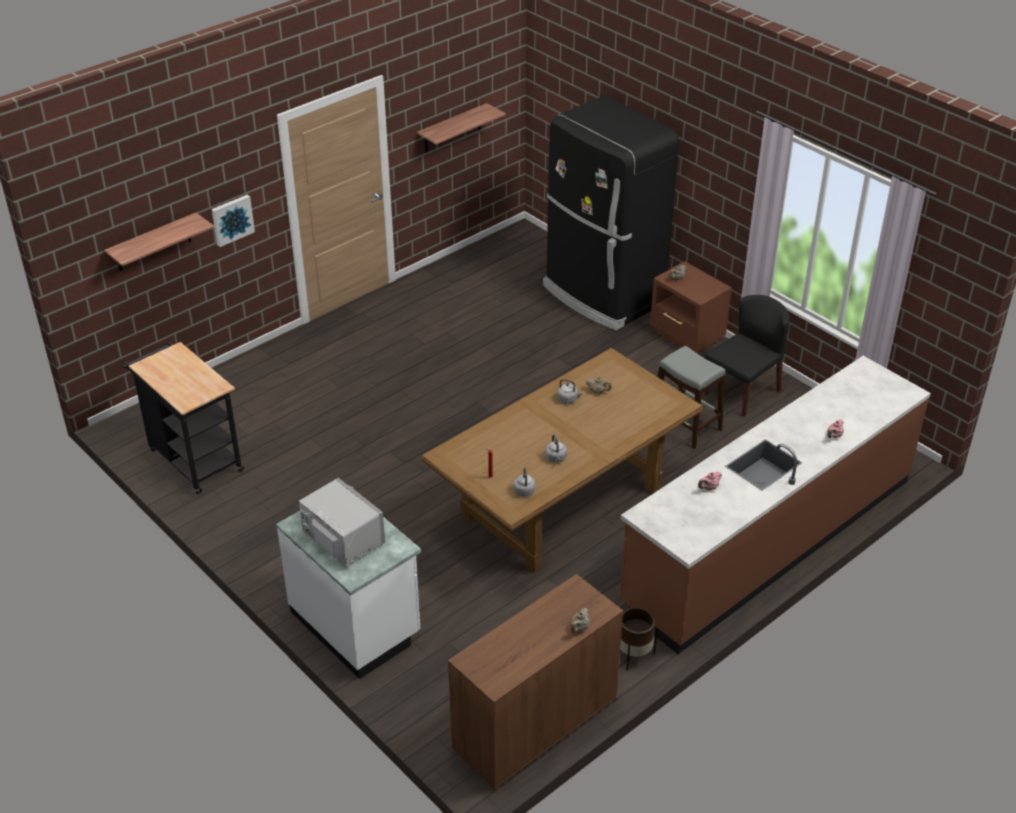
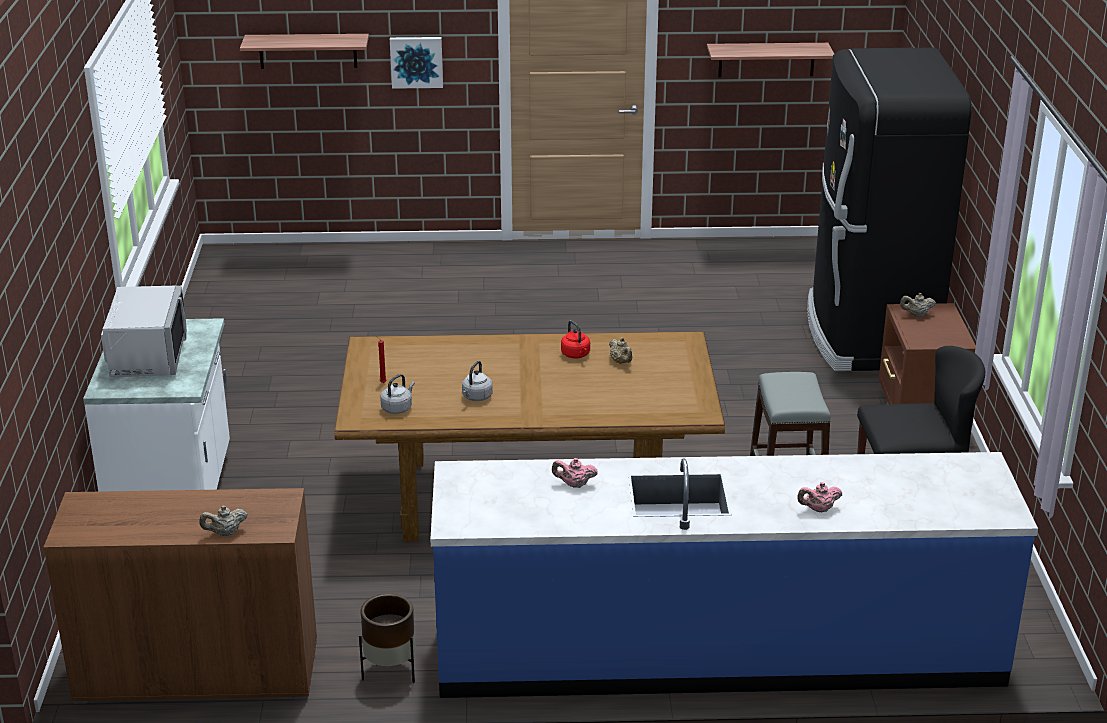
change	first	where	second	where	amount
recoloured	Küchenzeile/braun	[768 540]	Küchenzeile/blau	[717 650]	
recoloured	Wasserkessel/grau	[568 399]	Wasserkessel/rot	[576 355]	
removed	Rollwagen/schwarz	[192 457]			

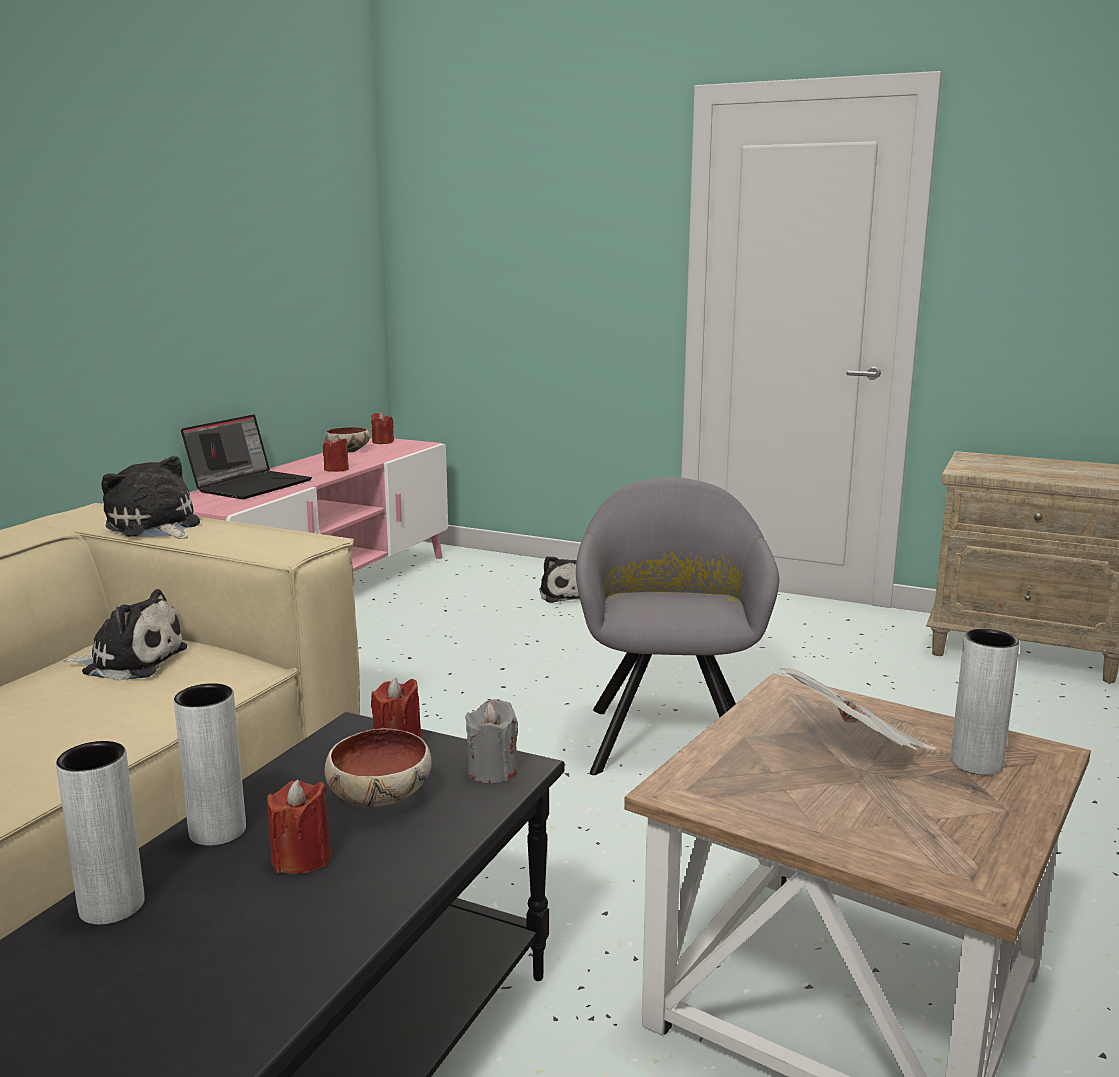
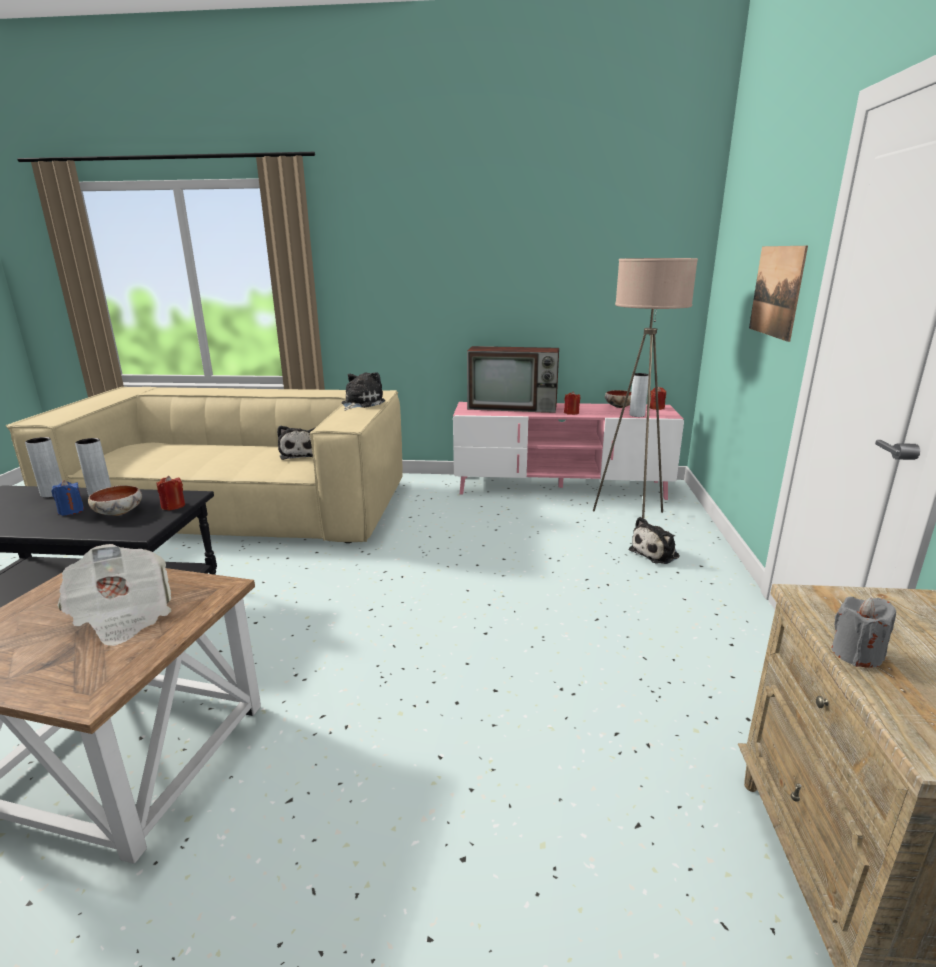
change	first	where	second	where	amount
recoloured	Kerze/rot	[301 858]	Kerze/blau	[71 511]	
replaced	Laptop	[251 485]	Fernseher	[514 407]	
added			Stehlampe/beige	[631 519]	
moved	Vase/grau	[976 763]		[637 415]	
added			Bild	[776 291]	
moved	Kerze/grau	[492 771]		[856 654]	
removed	Sessel/grau	[669 735]			

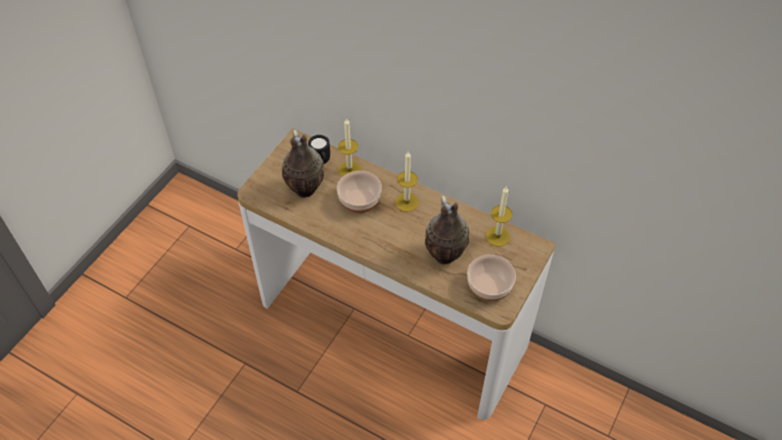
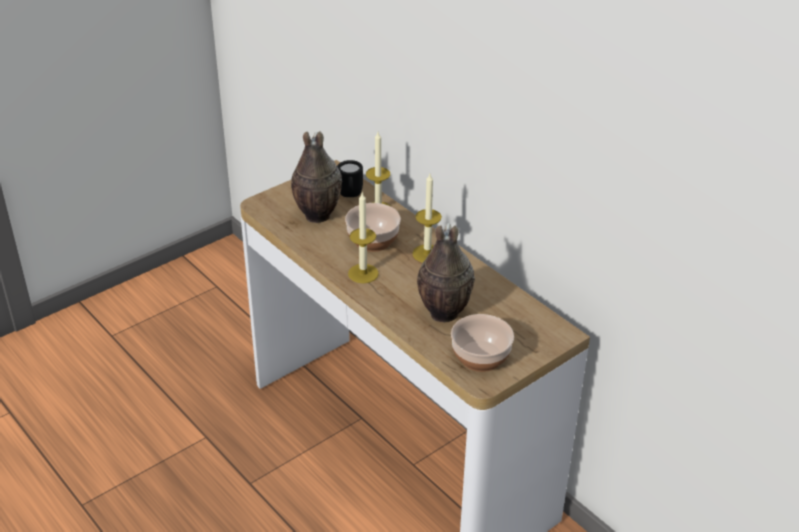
change	first	where	second	where	amount
moved	Kerze	[497 236]		[363 273]	

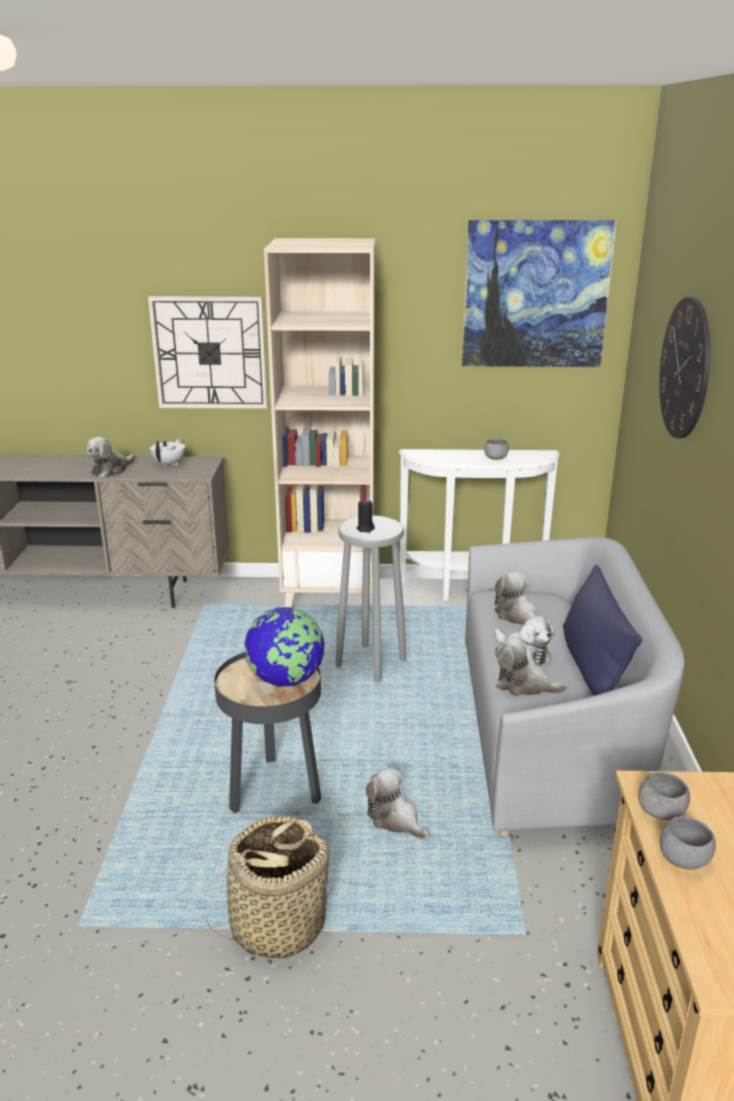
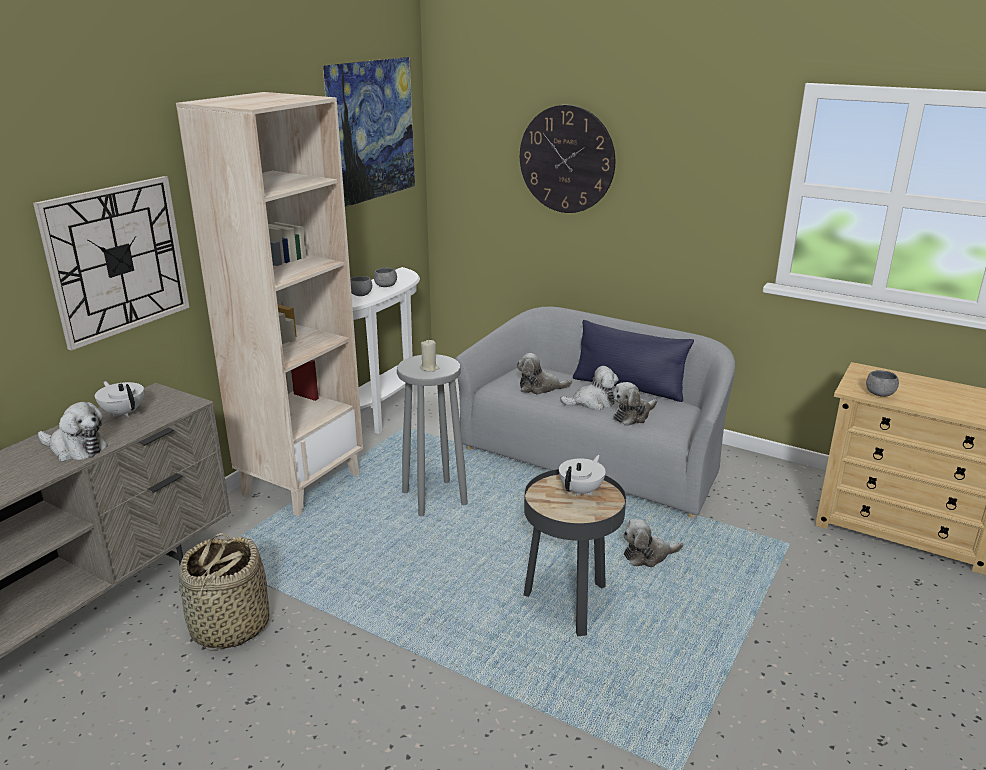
change	first	where	second	where	amount
turned	Plüschtier	[111 470]		[76 449]	45 degrees counterclockwise
moved	Korb	[277 924]		[229 627]	
moved	Schüssel/grau	[684 859]		[361 295]	
recoloured	Kerze/schwarz	[365 529]	Kerze/beige	[429 368]	
replaced	Globus	[286 680]	Teekanne/weiß	[581 490]	

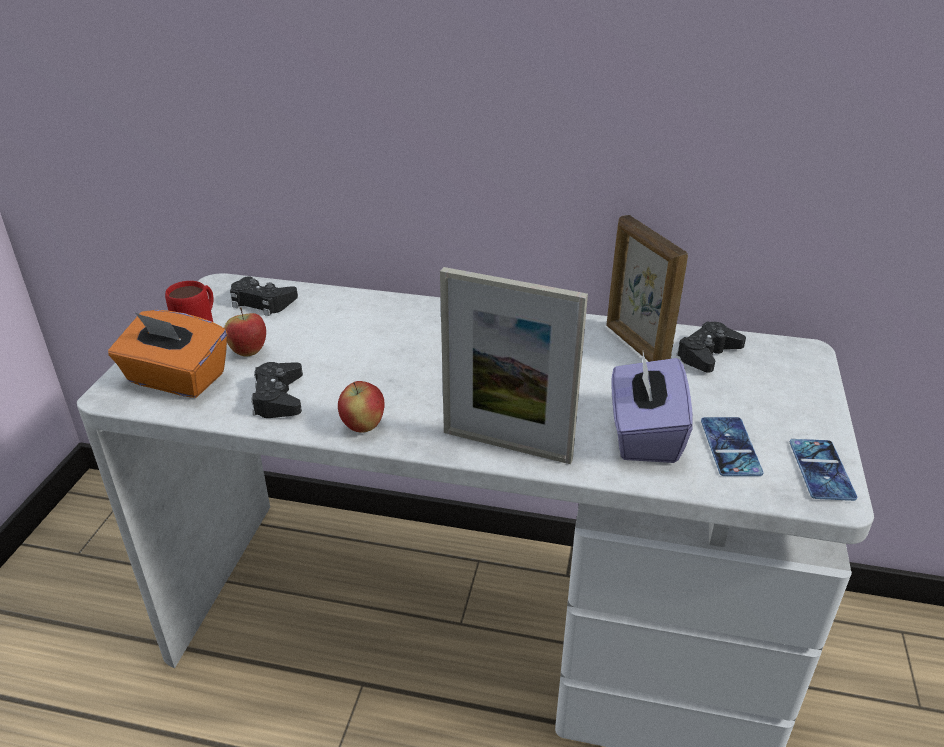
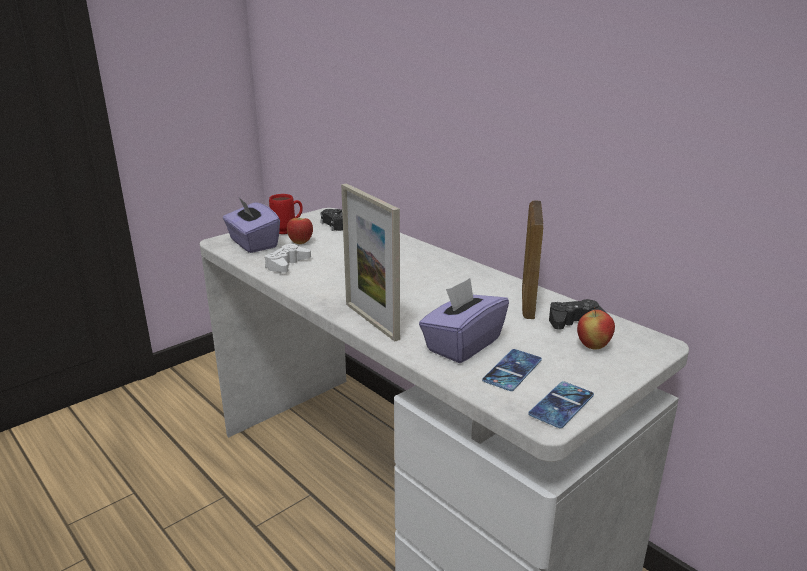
change	first	where	second	where	amount
recoloured	Taschentuchbox/orange	[176 379]	Taschentuchbox/lila	[252 243]	
recoloured	Gamepad/schwarz	[278 398]	Gamepad/weiß	[287 264]	
moved	Apfel	[363 427]		[593 346]	

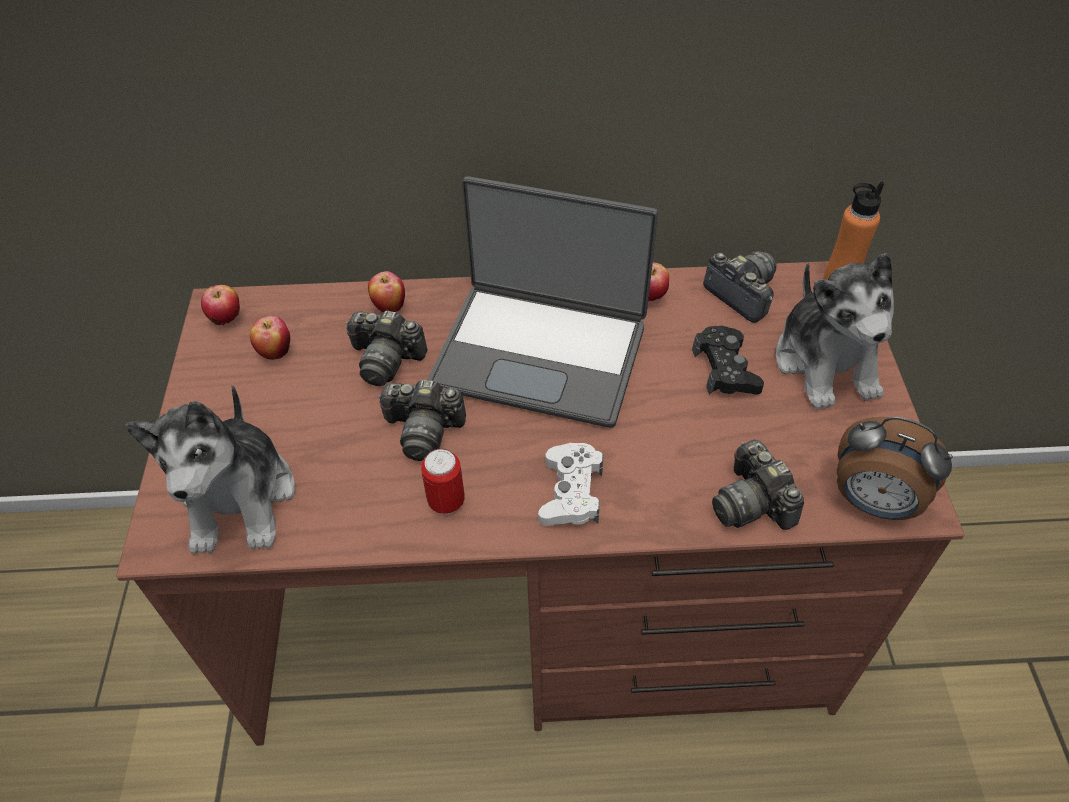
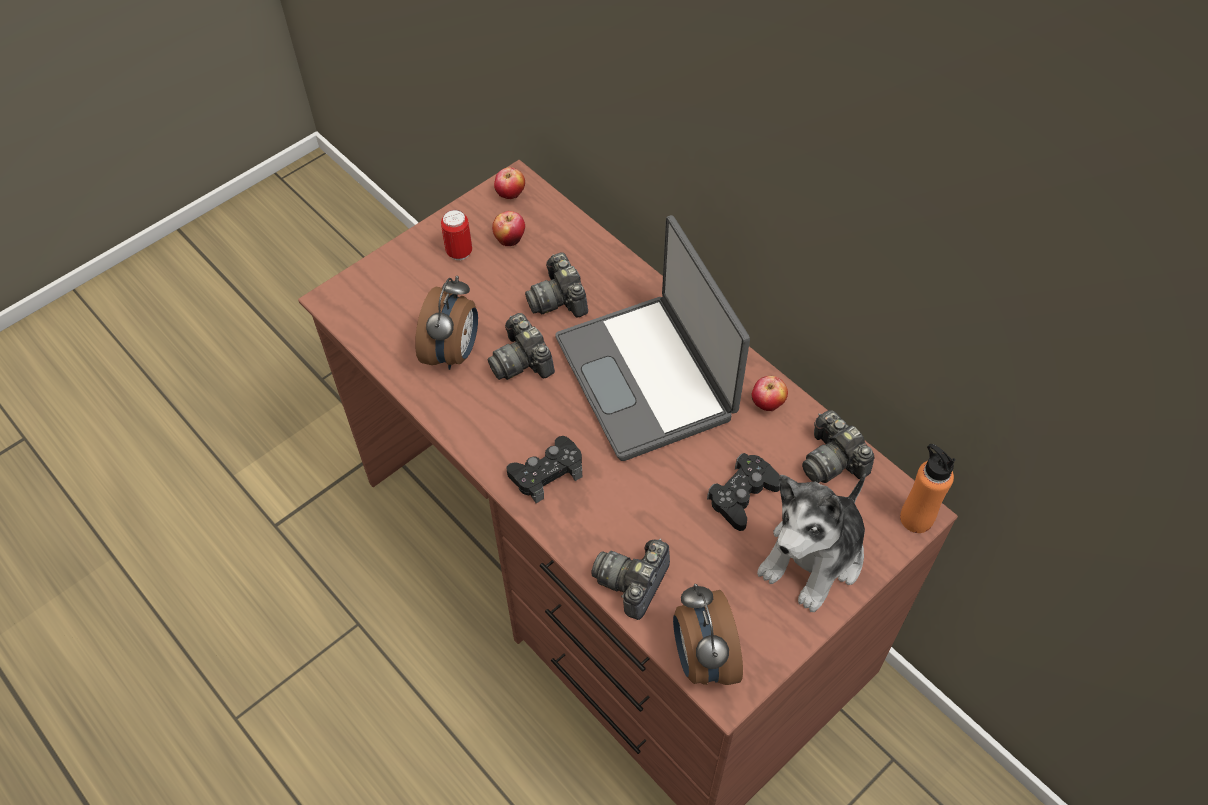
change	first	where	second	where	amount
added			Wecker	[453 352]	
moved	Dose	[446 502]		[459 252]	
recoloured	Gamepad/weiß	[571 492]	Gamepad/schwarz	[547 473]	
turned	Kamera	[742 294]		[832 460]	135 degrees clockwise
removed	Plüschtier	[240 498]			
removed	Apfel	[389 307]			

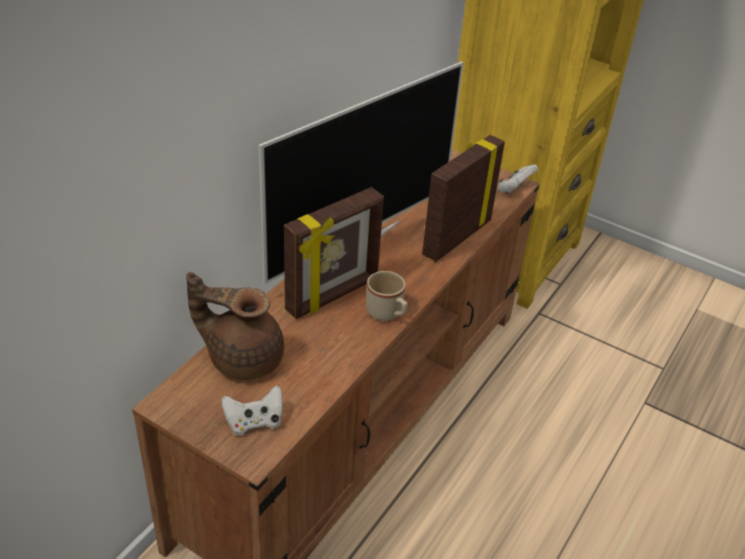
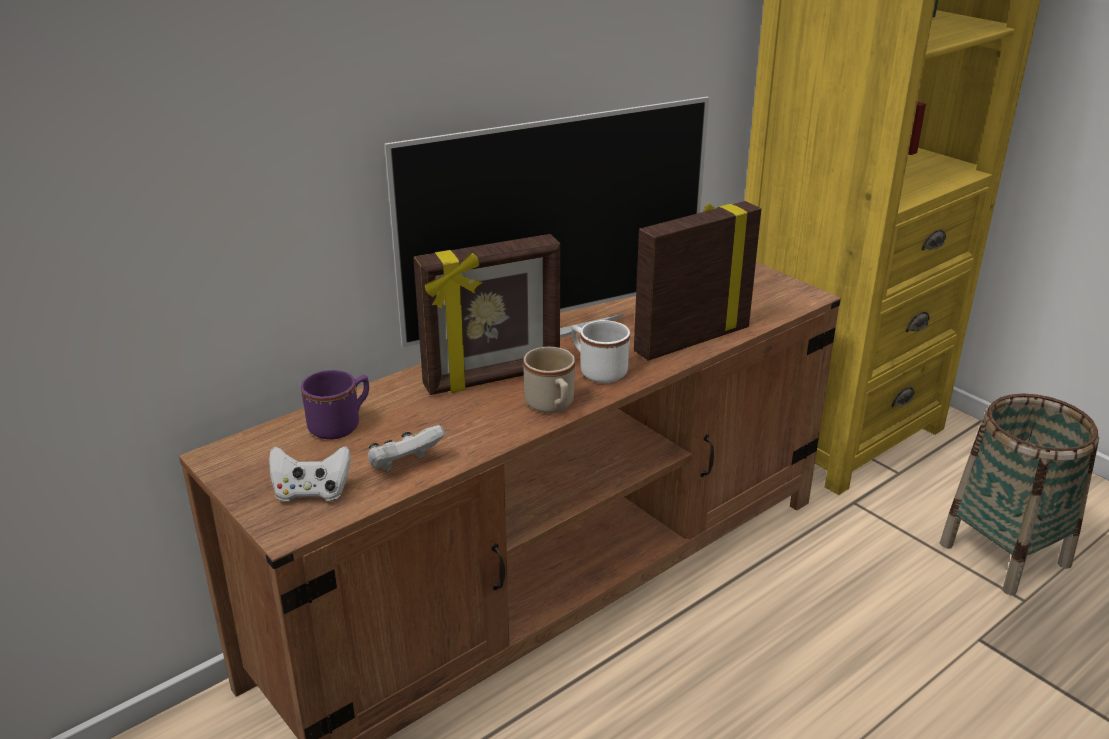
change	first	where	second	where	amount
replaced	Teekanne/braun	[243 357]	Henkelbecher/lila	[341 424]	
moved	Gamepad/weiß	[514 189]		[404 465]	
added			Henkelbecher/weiß	[597 371]	
added			Korb	[1004 554]	

